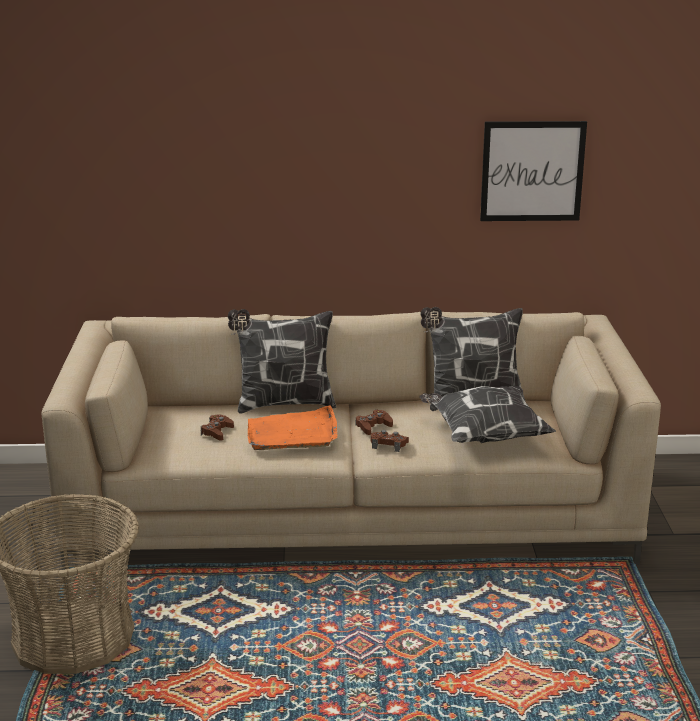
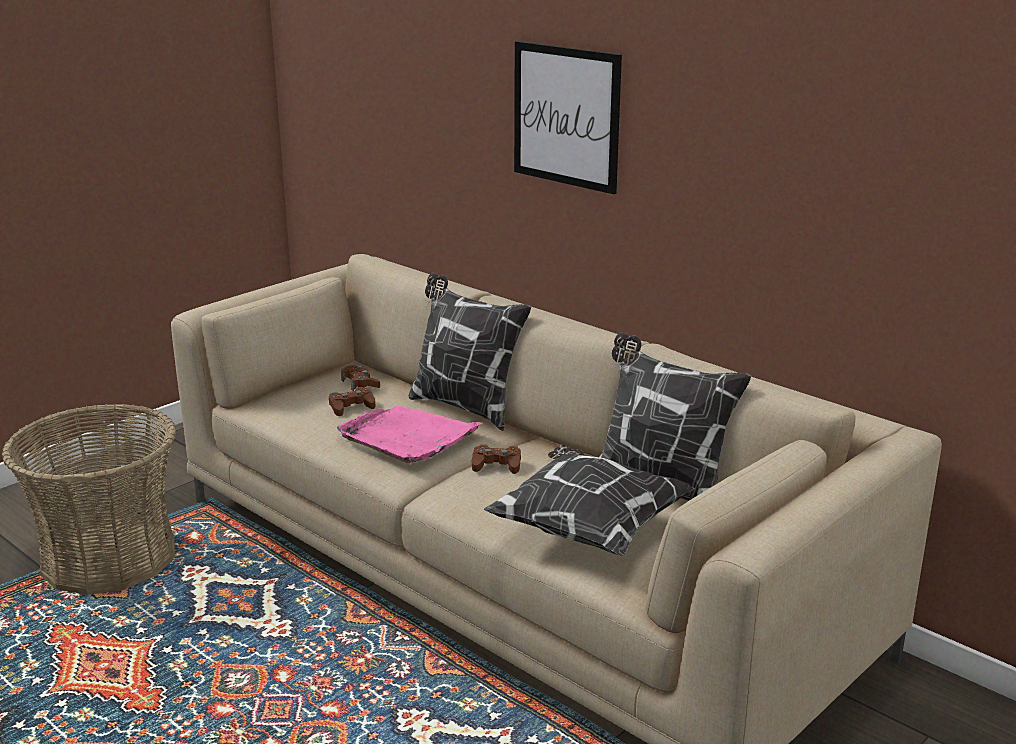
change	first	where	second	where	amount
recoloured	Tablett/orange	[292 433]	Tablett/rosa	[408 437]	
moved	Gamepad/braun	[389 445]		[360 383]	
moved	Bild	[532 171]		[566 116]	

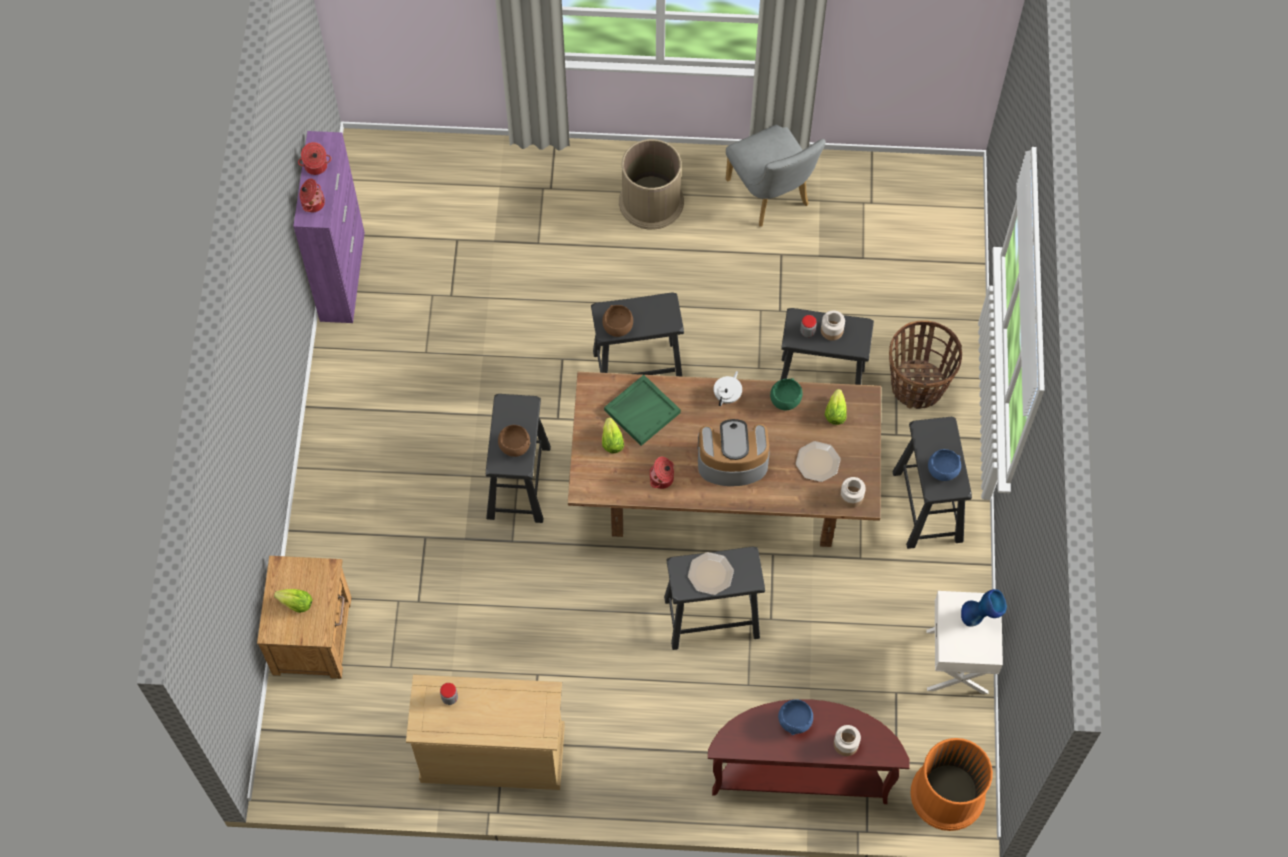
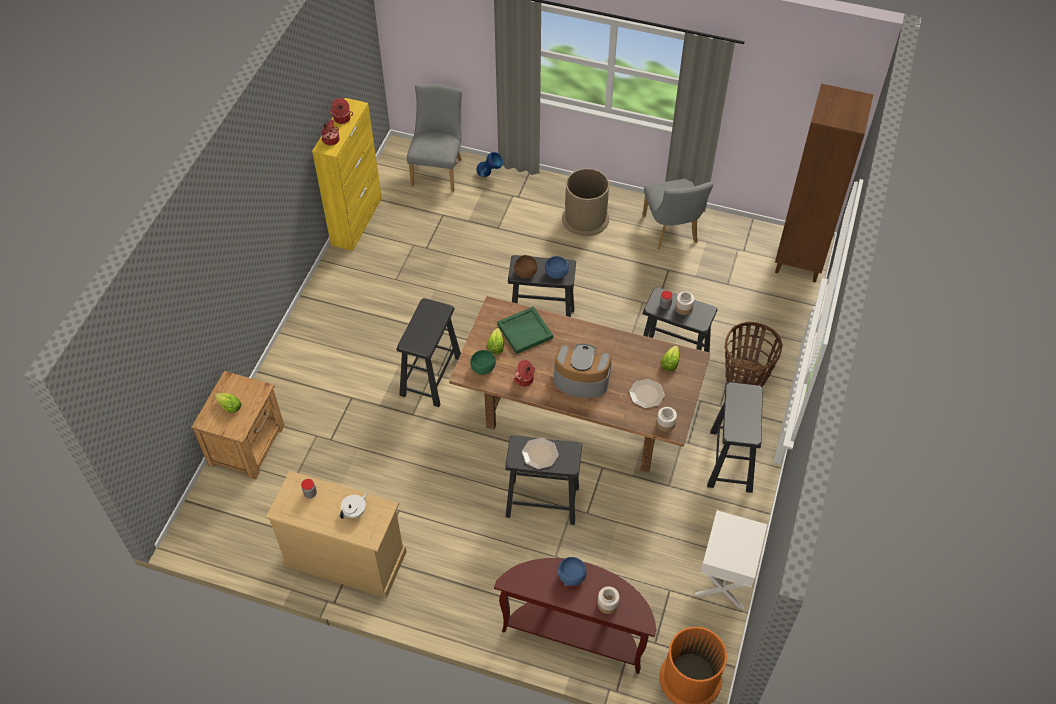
change	first	where	second	where	amount
recoloured	Schrank/lila	[342 276]	Schrank/gelb	[357 221]	
moved	Teekanne/weiß	[727 395]		[355 511]	
added			Stuhl/grau	[438 169]	
moved	Schüssel/grün	[785 401]		[482 368]	
moved	Vase/blau	[980 616]		[490 175]	
moved	Schüssel/blau	[942 471]		[556 274]	
added			Bücherregal/braun	[800 260]	
removed	Schüssel/braun	[514 446]			

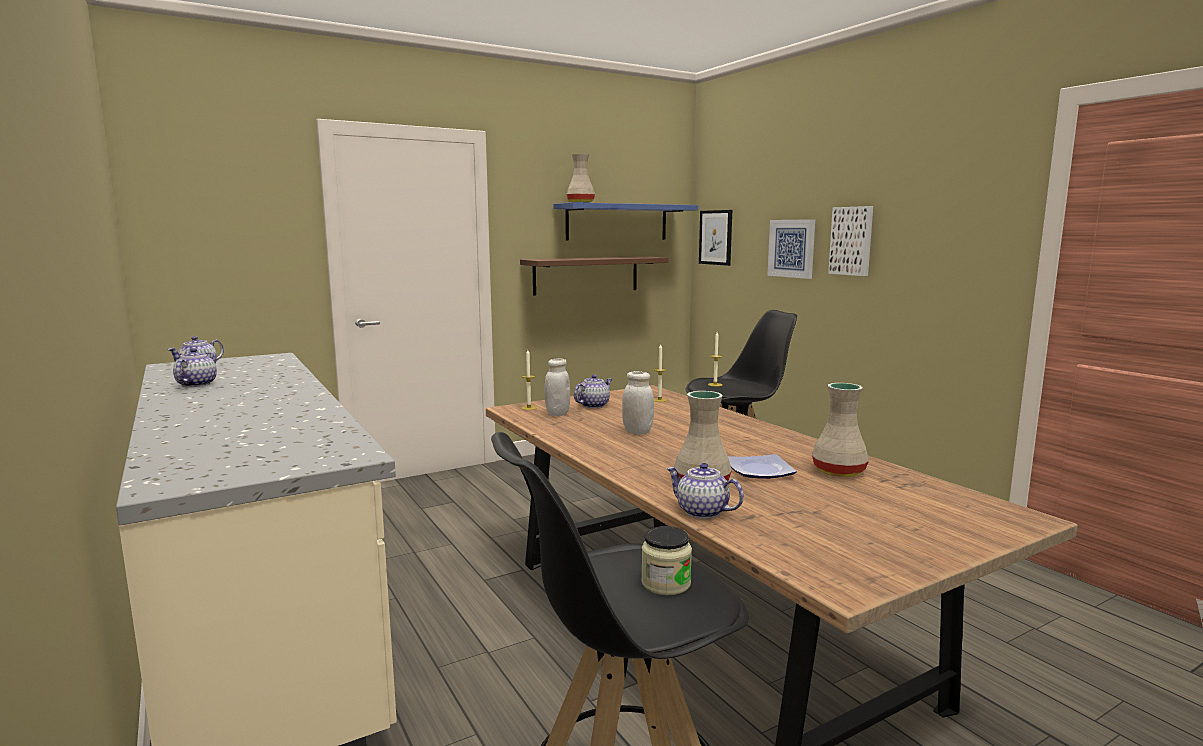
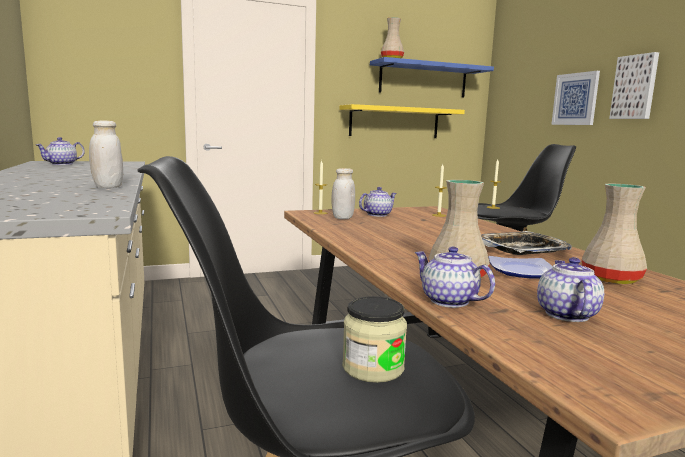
change	first	where	second	where	amount
moved	Vorratsglas/weiß	[637 432]		[108 187]	
recoloured	Wandregal/braun	[586 275]	Wandregal/gelb	[394 122]	
added			Tablett	[523 249]	
moved	Teekanne	[196 384]		[565 314]	
removed	Bild	[716 237]			

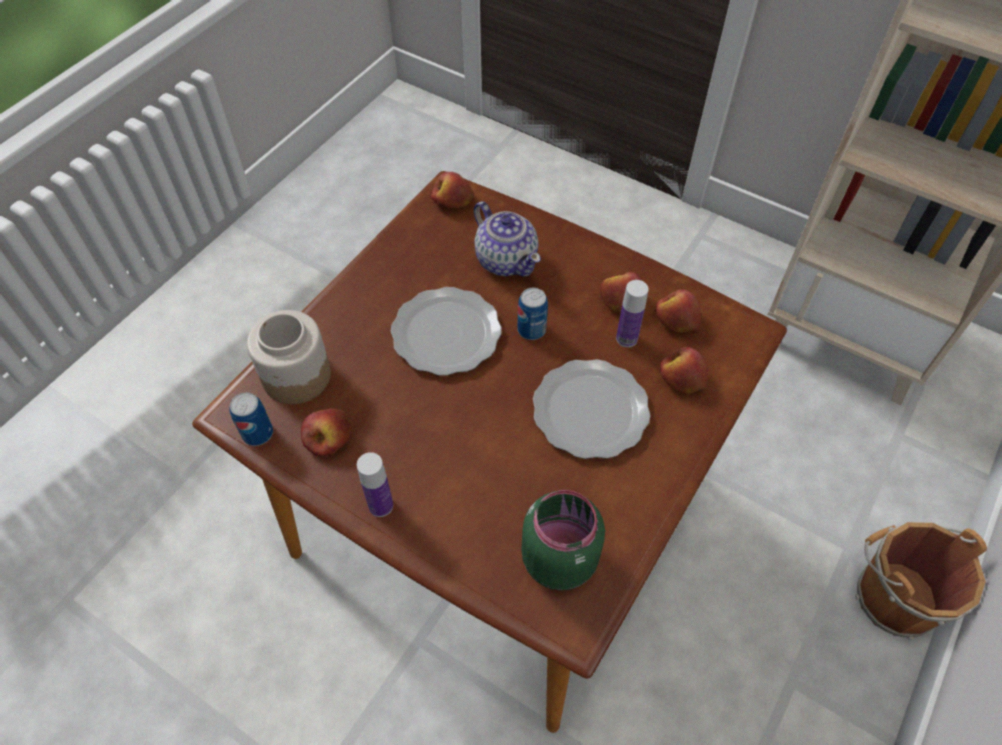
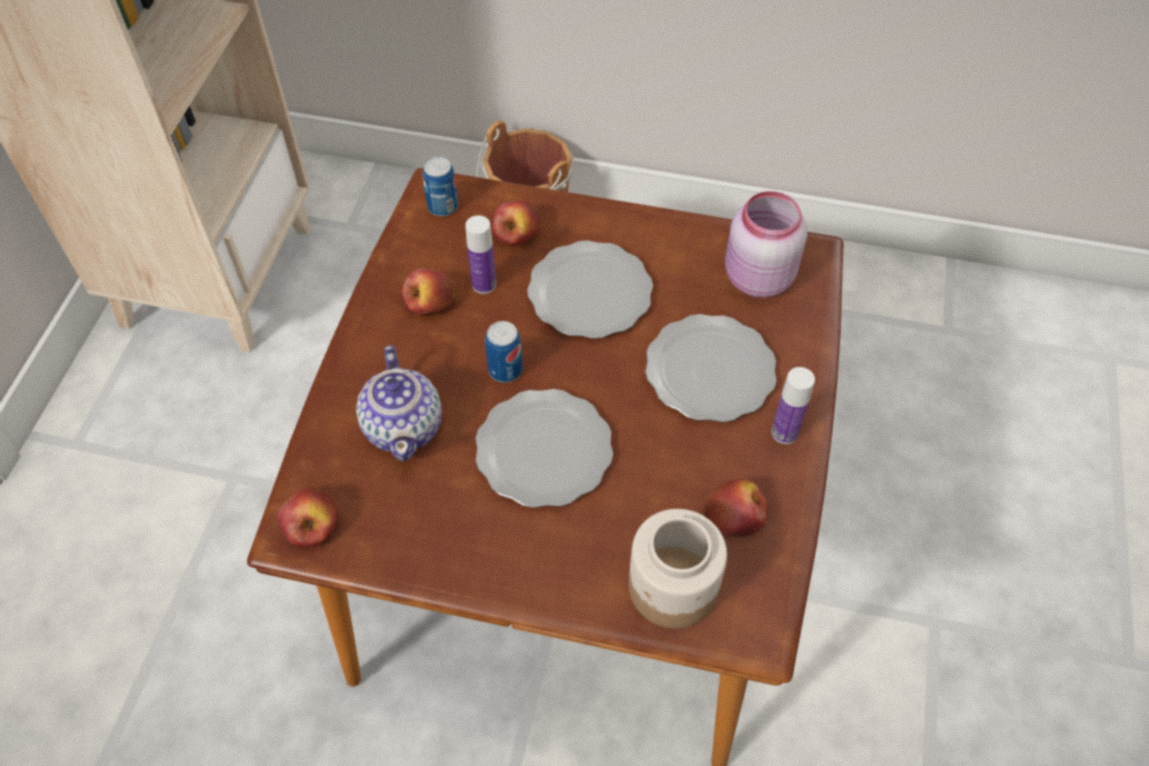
change	first	where	second	where	amount
turned	Teekanne	[506 259]		[404 426]	135 degrees clockwise
moved	Dose	[258 433]		[443 206]	
added			Teller	[709 369]	
recoloured	Vorratsglas/grün	[559 557]	Vorratsglas/rosa	[756 278]	
removed	Apfel	[676 319]			

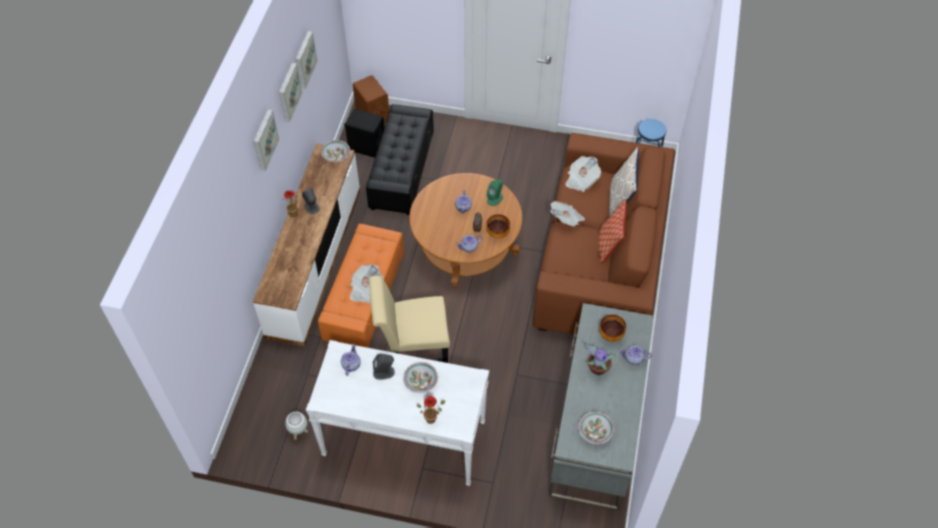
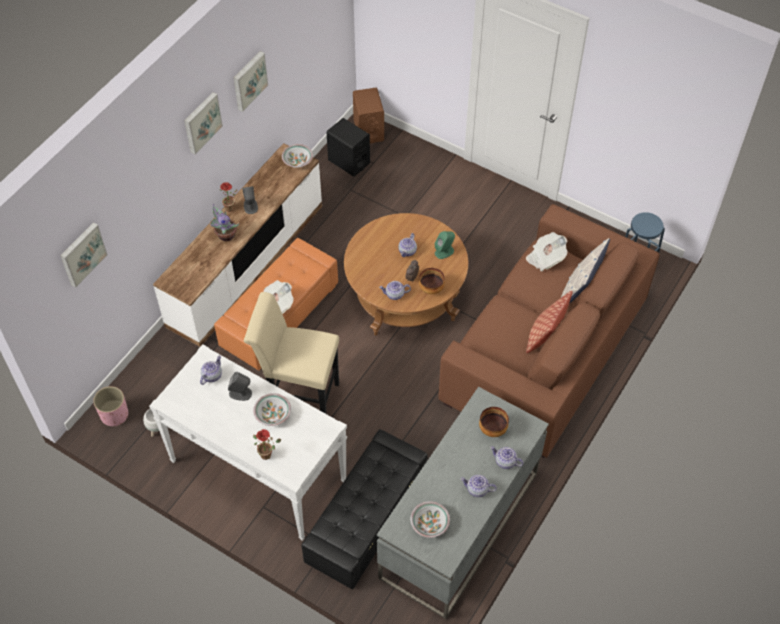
change	first	where	second	where	amount
moved	Bild	[304 59]		[82 253]	
added			Pflanzkübel/rosa	[114 415]	
moved	Topfpflanze	[597 368]		[225 235]	
moved	Polsterhocker/schwarz	[402 171]		[367 519]	
added			Teekanne	[477 490]	
removed	Zeitung	[566 219]			

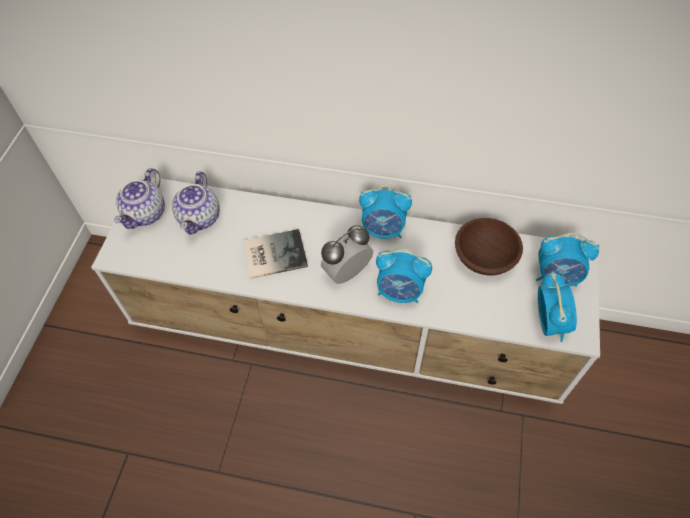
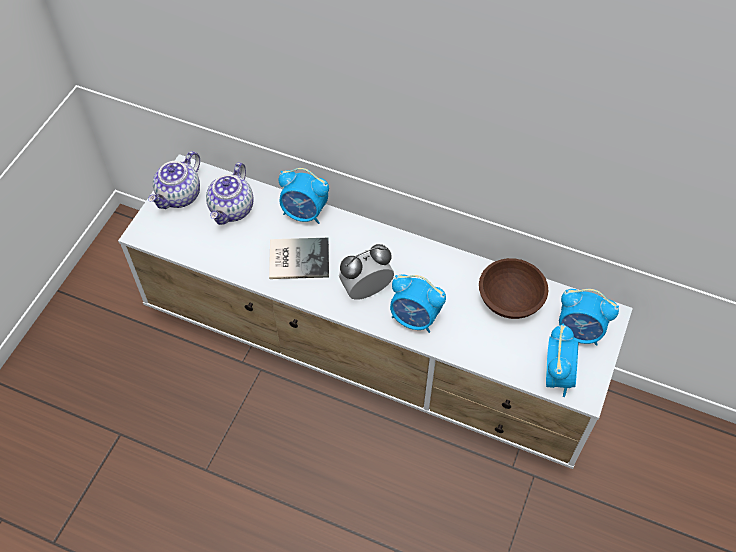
change	first	where	second	where	amount
moved	Wecker	[383 230]		[304 213]	

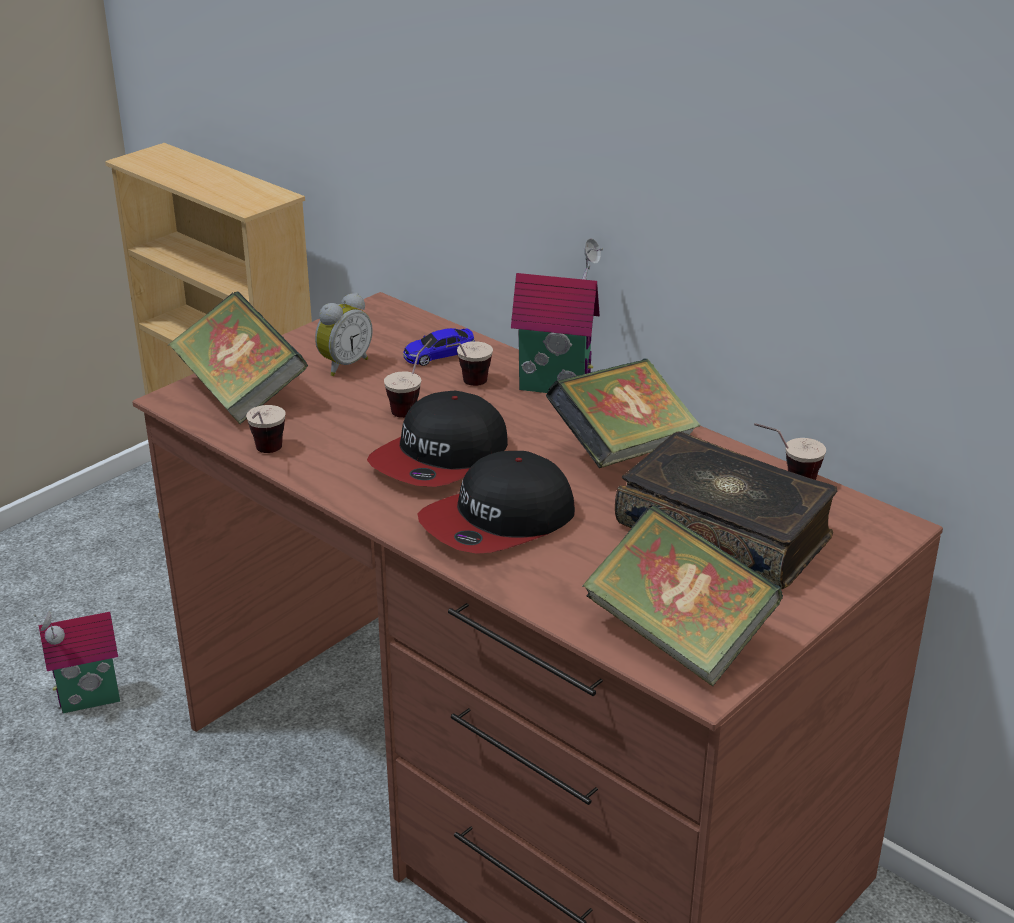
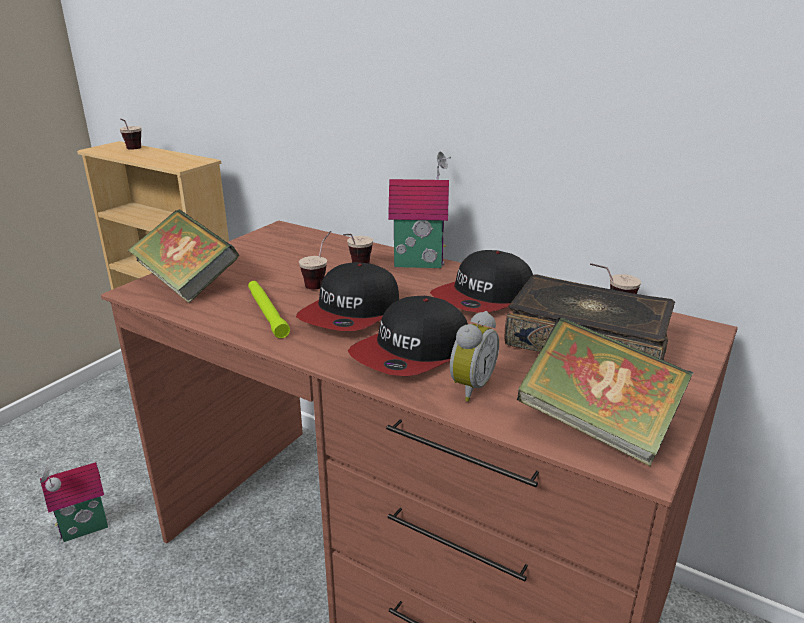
change	first	where	second	where	amount
moved	Tasse	[266 455]		[132 150]	
added			Taschenlampe/grün	[266 312]	
replaced	Buch	[622 450]	Kappe	[484 297]	
moved	Wecker	[343 365]		[469 387]	
removed	Spielzeugauto	[439 355]			

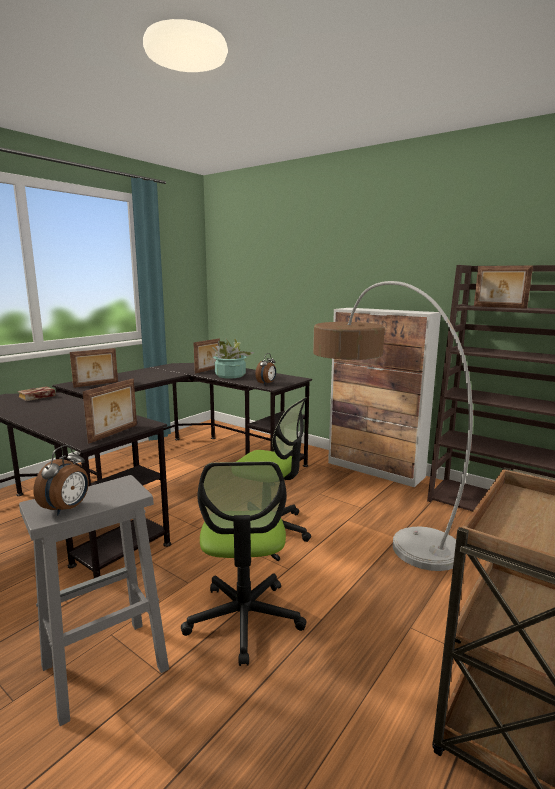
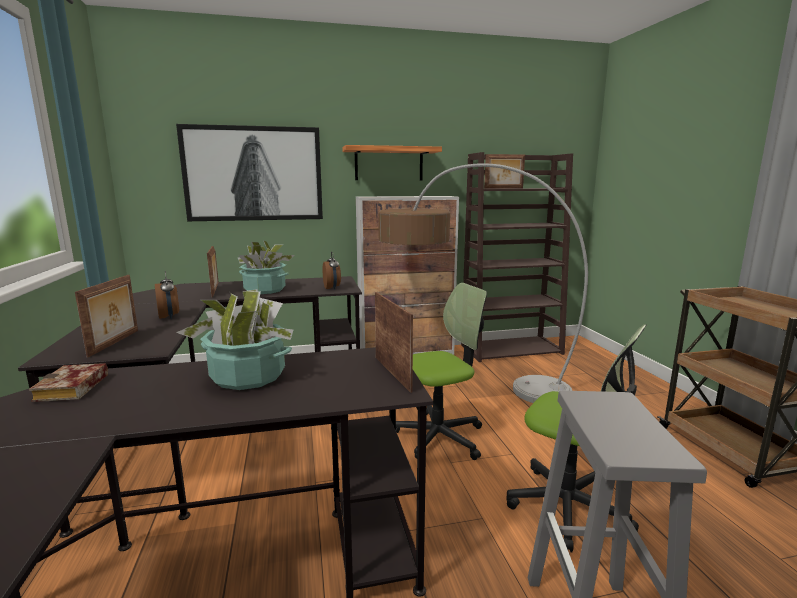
change	first	where	second	where	amount
moved	Wecker	[67 509]		[169 317]	
added			Bild	[253 174]	
added			Topfpflanze	[248 376]	
added			Wandregal	[389 164]	

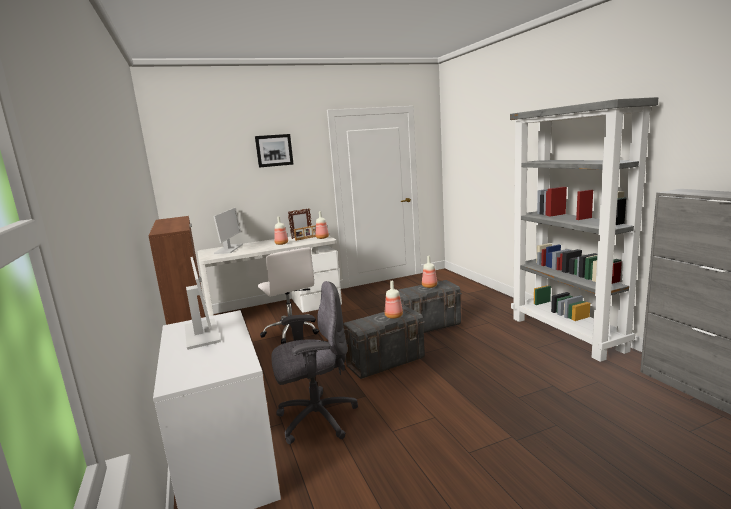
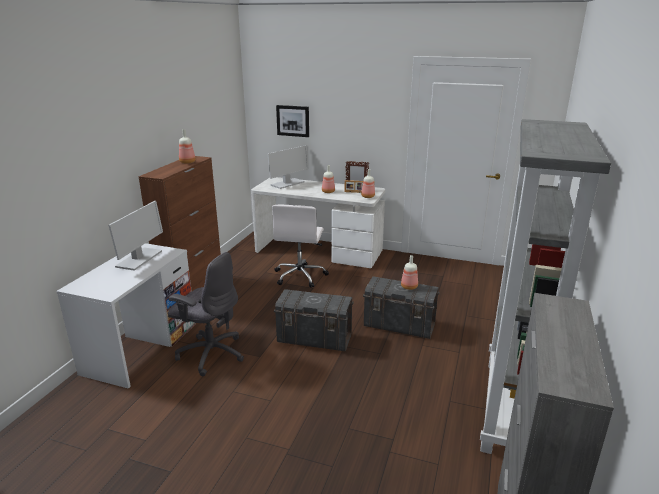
change	first	where	second	where	amount
moved	Flasche	[393 316]		[187 162]	
moved	Bild	[274 150]		[293 120]	

